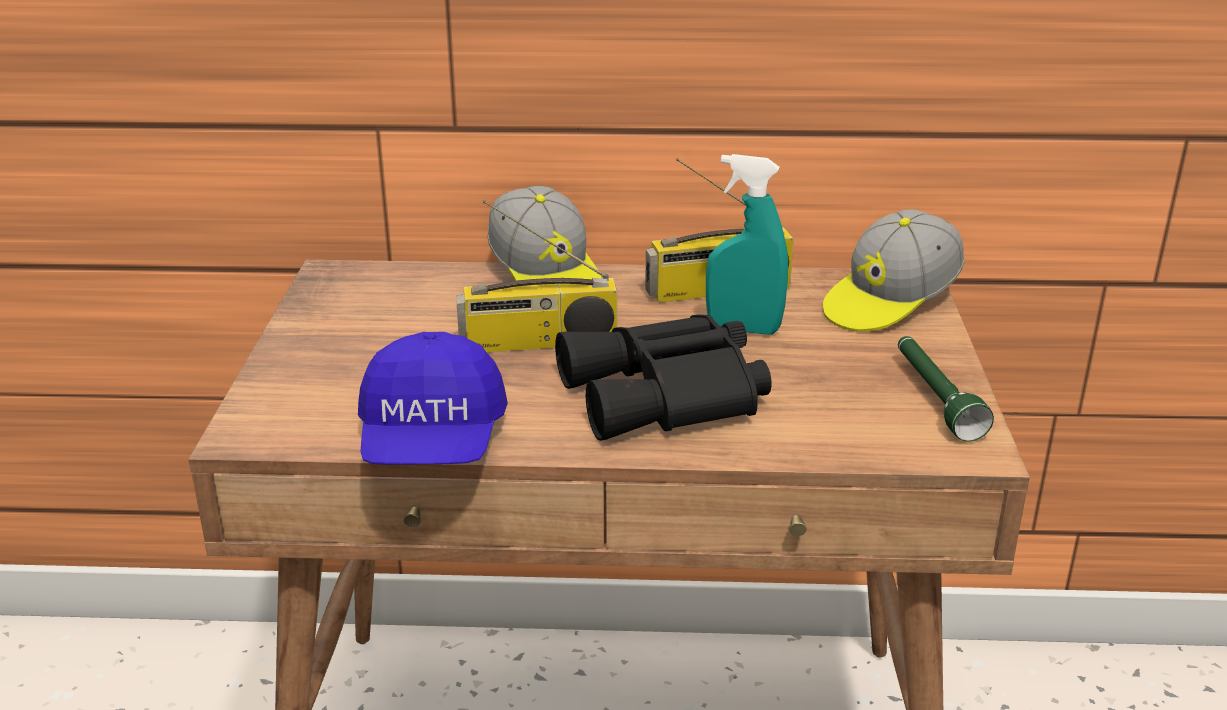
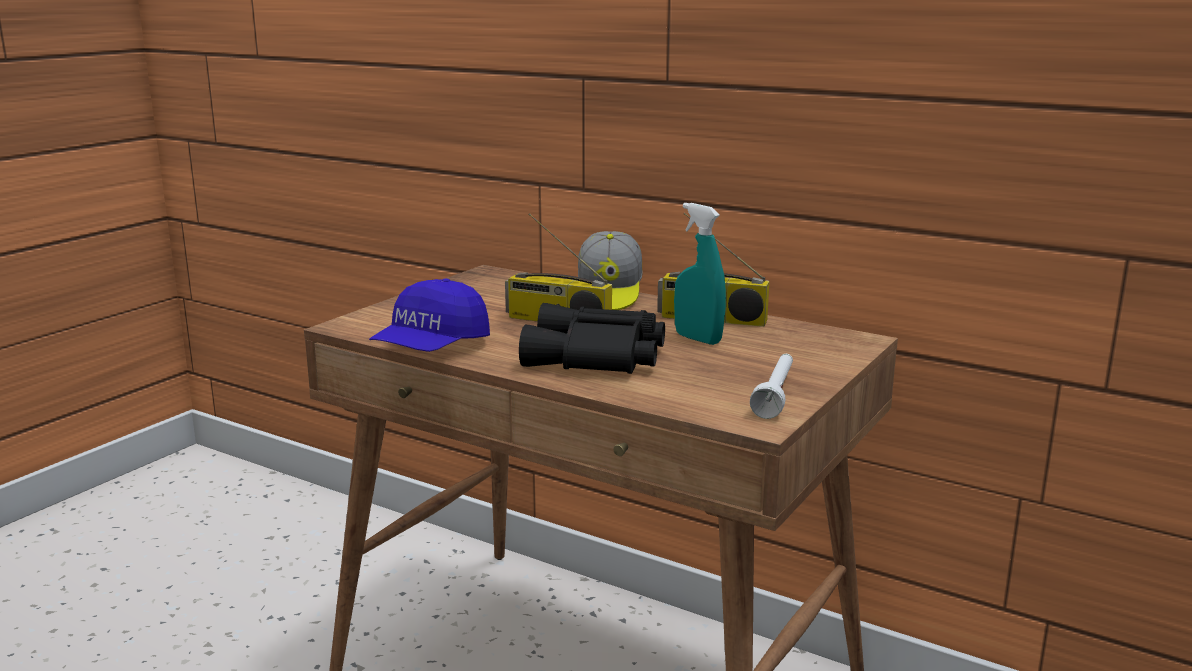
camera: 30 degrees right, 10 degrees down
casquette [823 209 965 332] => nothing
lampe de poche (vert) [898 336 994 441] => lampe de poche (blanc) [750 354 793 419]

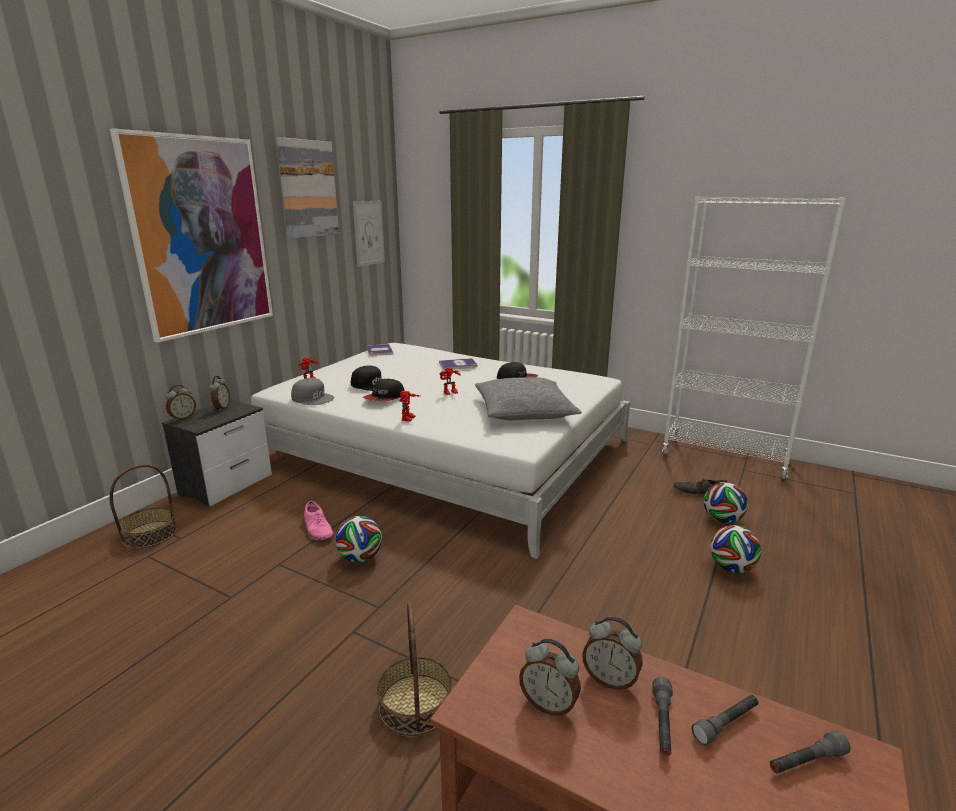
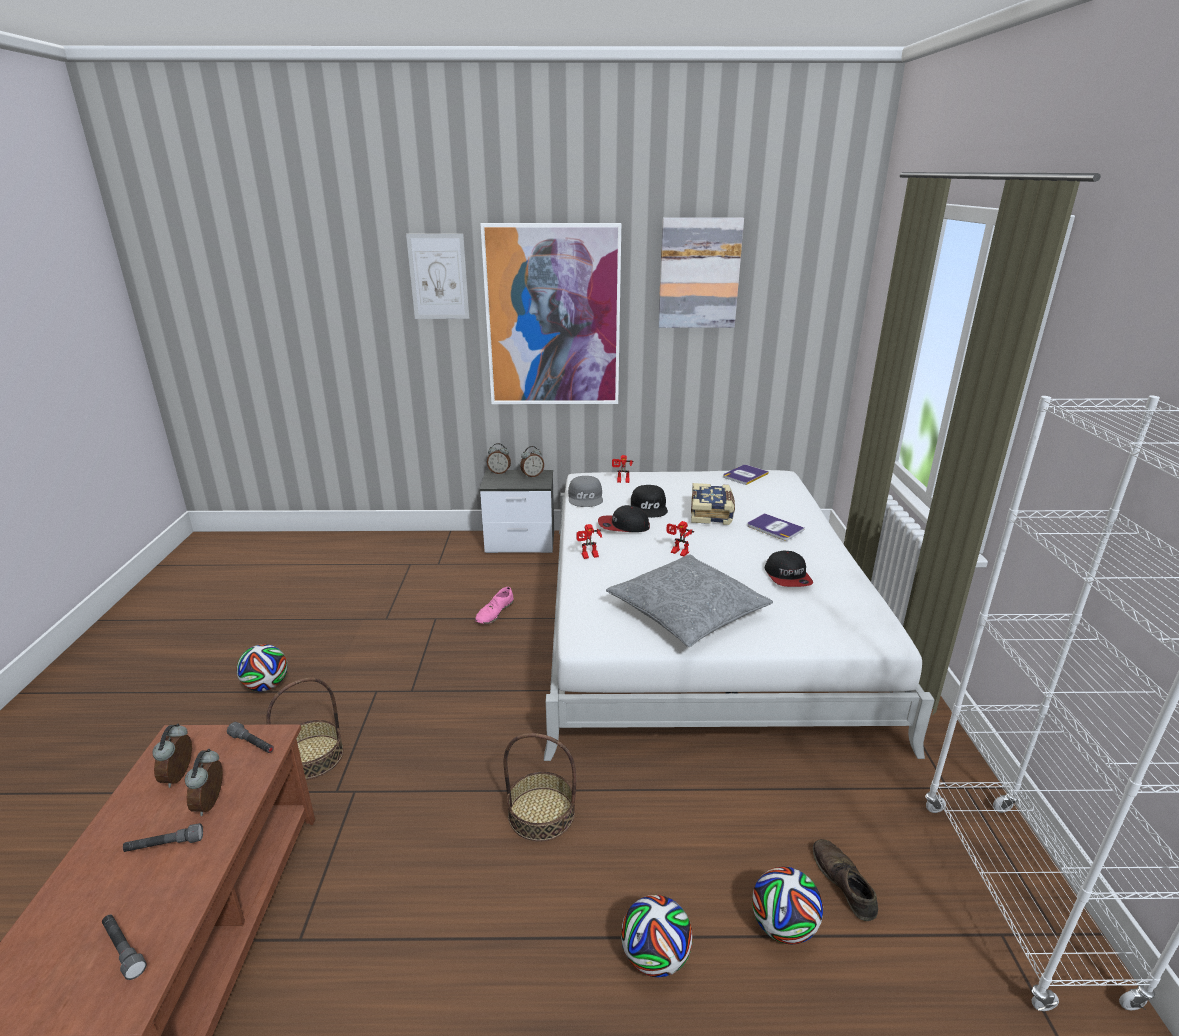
camera: 60 degrees right, 5 degrees up
panier [110 464 177 549] => panier [504 733 576 842], relocated
ballon de foot [336 516 382 563] => ballon de foot [236 644 288 691], relocated
tableau [353 201 385 267] => tableau [406 234 469 319], relocated
lampe de poche (gris) [692 695 758 745] => lampe de poche (gris) [227 722 274 753], relocated
nothing => livre [691 483 735 525]

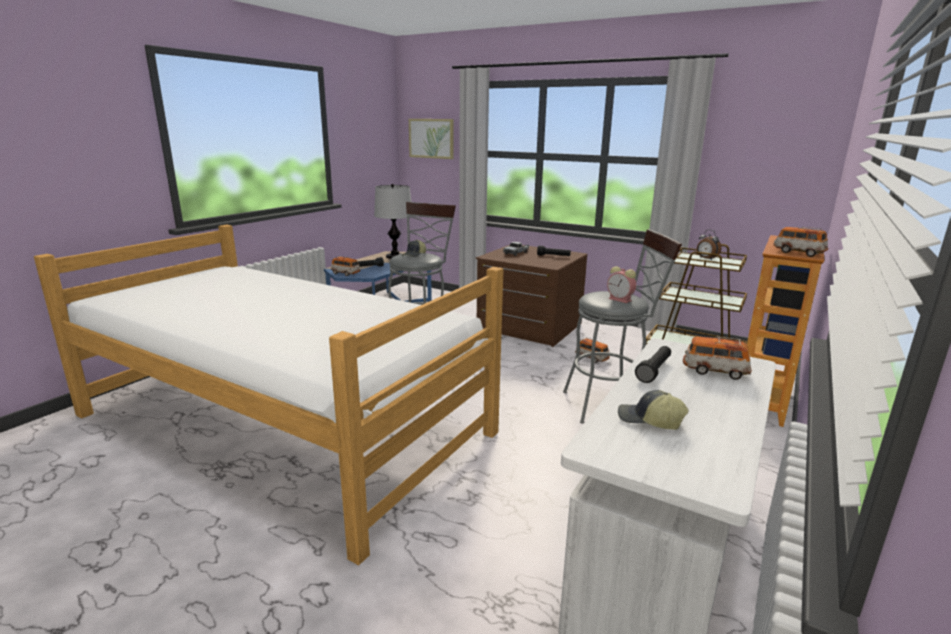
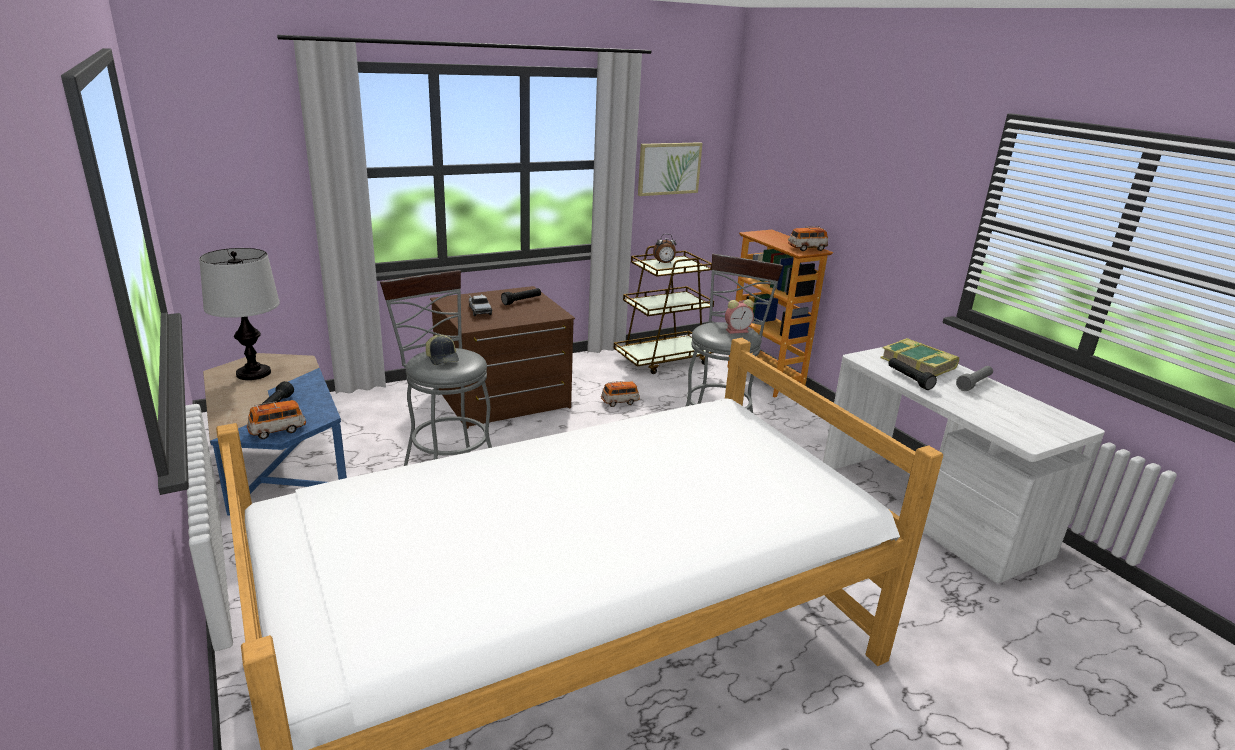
camera: 60 degrees left, 5 degrees up
tableau [409 119 454 159] => tableau [638 142 702 196], relocated
casquette [618 390 689 430] => nothing
petite voiture [683 337 752 380] => livre [880 338 959 376]
nothing => lampe de poche (gris) [956 366 993 391]

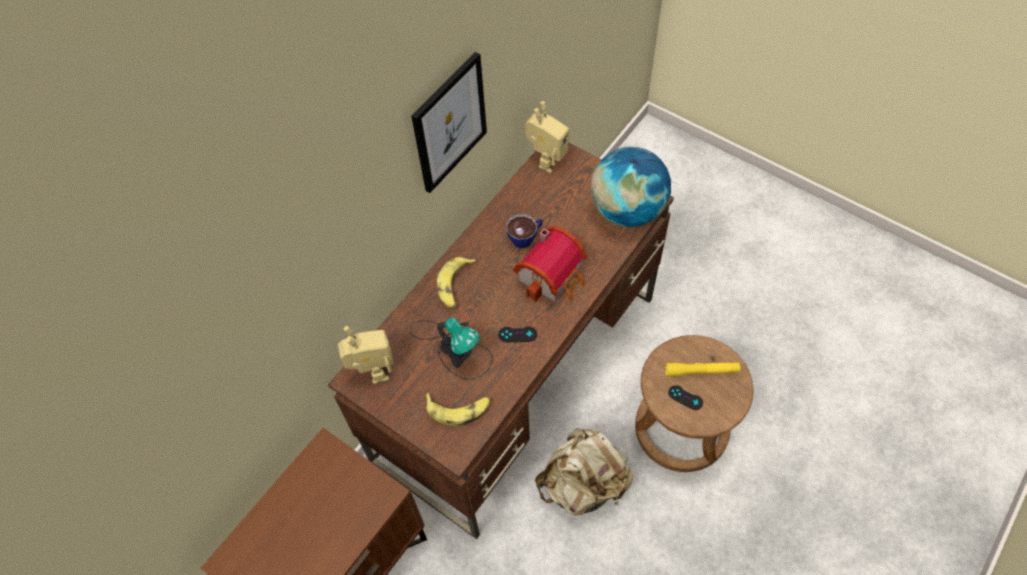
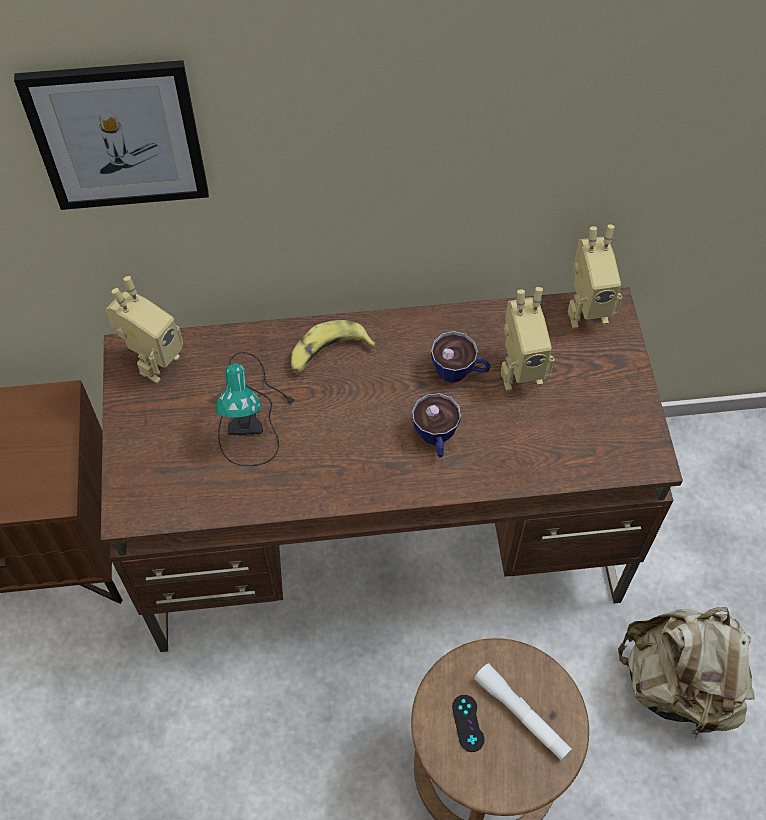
camera: 45 degrees right, 0 degrees up
tableau [411 52 487 193] => tableau [14 60 209 210], relocated
banane [425 392 490 426] => nothing
manette (noir) [498 326 537 342] => nothing
maison miniature [513 226 586 302] => tasse [412 393 461 457]
sac à dos (beige) [535 428 633 515] => sac à dos (beige) [618 607 755 740], relocated
globe [591 147 671 227] => nothing
lampe de poche (jaune) [666 362 740 377] => lampe de poche (blanc) [474 663 572 761]
nothing => robot jouet [501 287 555 391]

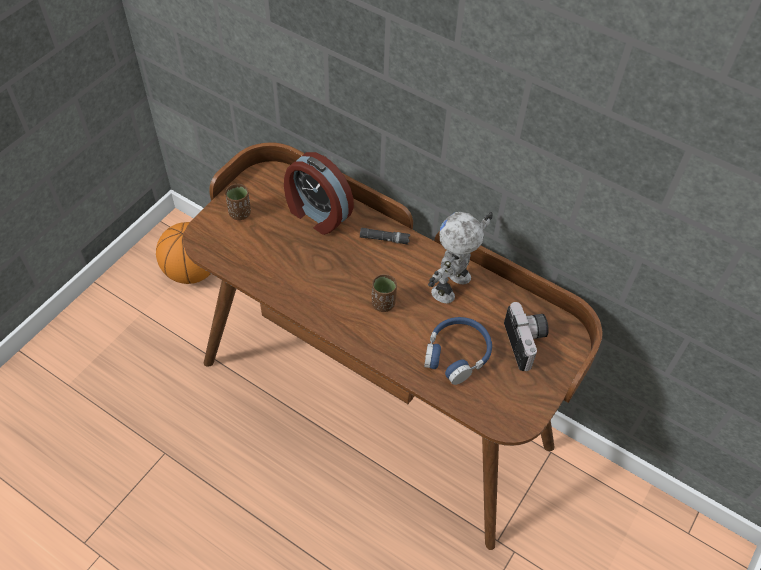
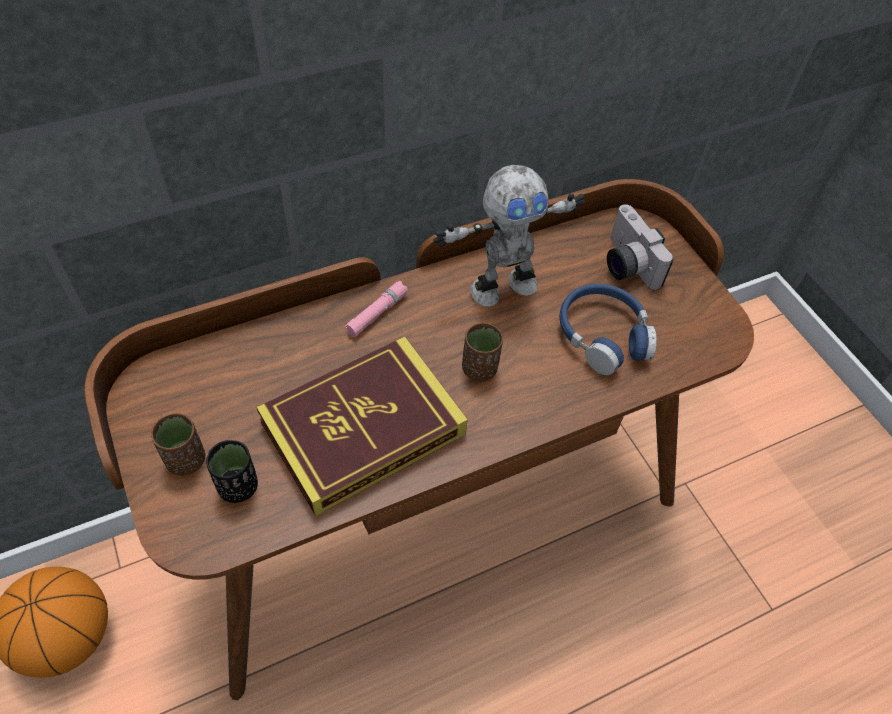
camera: 60 degrees left, 0 degrees up
réveil [284 152 354 235] => nothing
lampe de poche (noir) [360 228 410 245] => lampe de poche (rose) [345 281 408 337]
robot jouet [428 212 493 303] => robot jouet [433 165 584 307], 90 degrees counterclockwise
appareil photo [504 302 549 371] => appareil photo [607 204 674 290], 135 degrees counterclockwise
nothing => tasse (noir) [205 440 258 503]
nothing => livre [256 337 468 516]

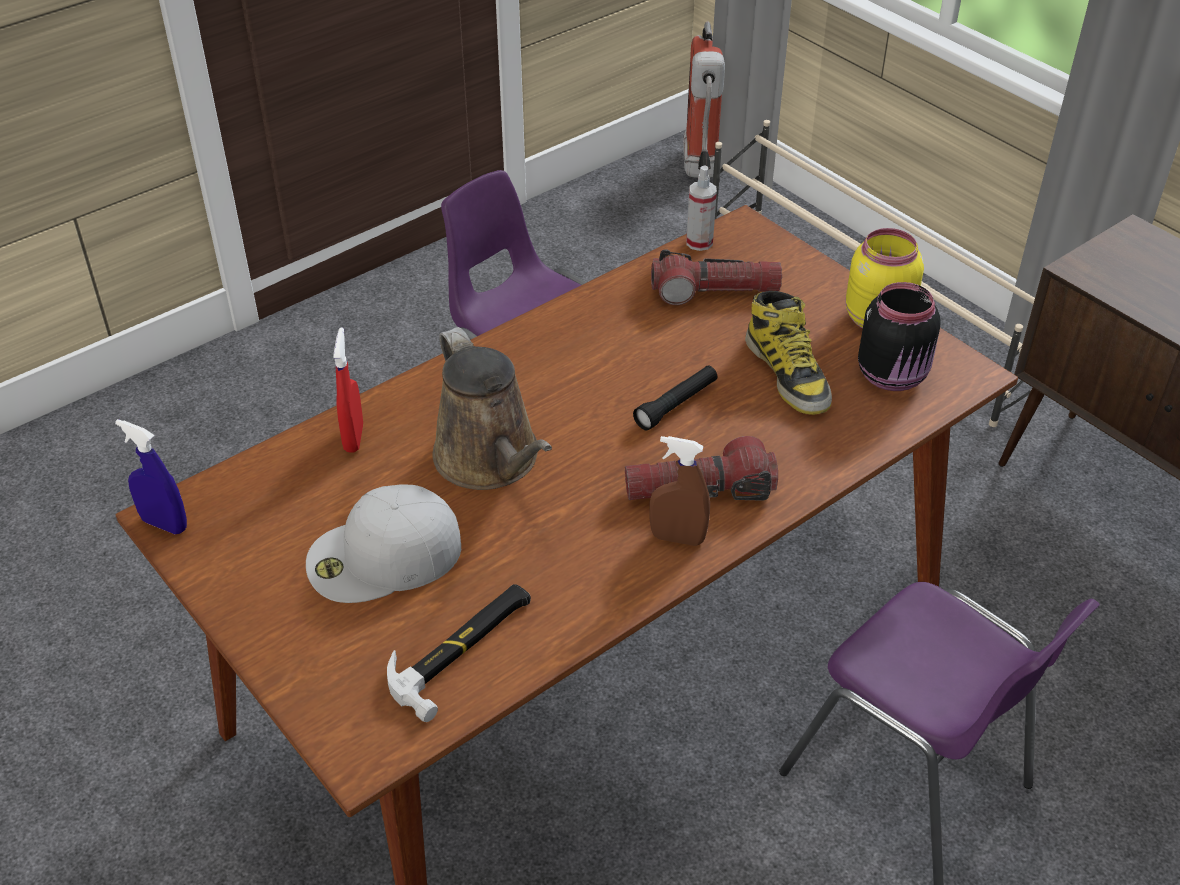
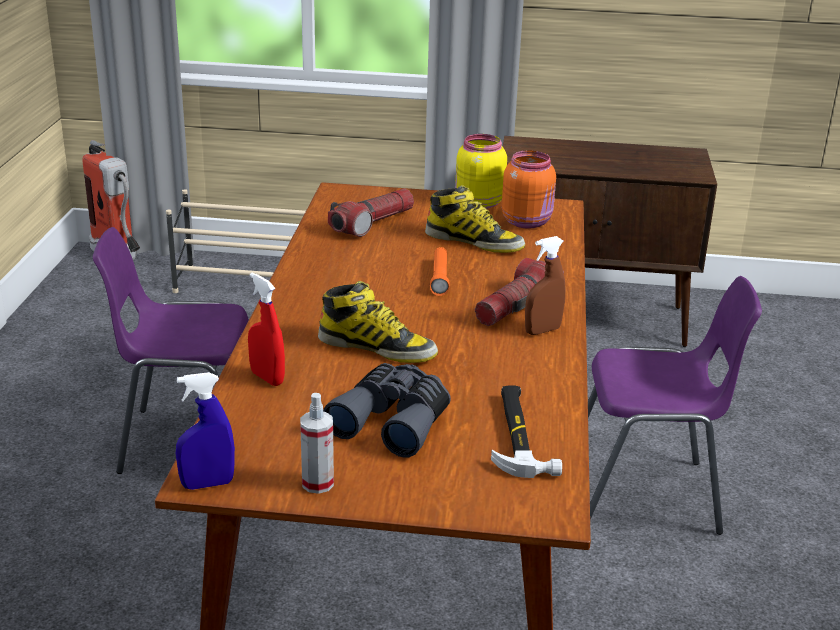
camera: 45 degrees left, 15 degrees down
casquette (blanc) [306 484 461 603] => jumelles (gris) [323 363 451 458]
arrosoir (marron) [432 327 552 490] => botte [318 281 438 363]
lampe de poche (noir) [633 366 717 431] => lampe de poche (orange) [430 247 450 296]
vaporisateur [686 165 717 251] => vaporisateur [300 393 334 494], relocated
bocal (noir) [858 282 941 391] => bocal (orange) [502 150 556 229]

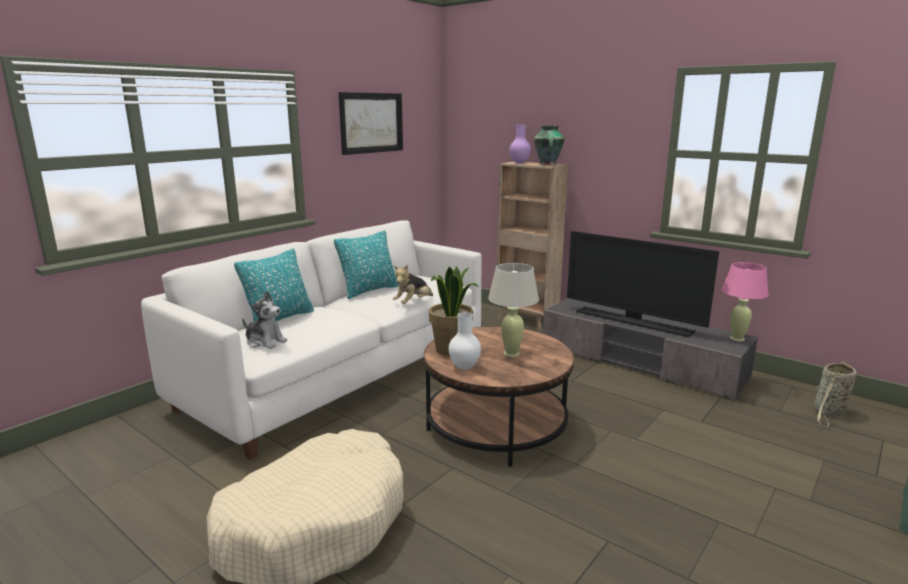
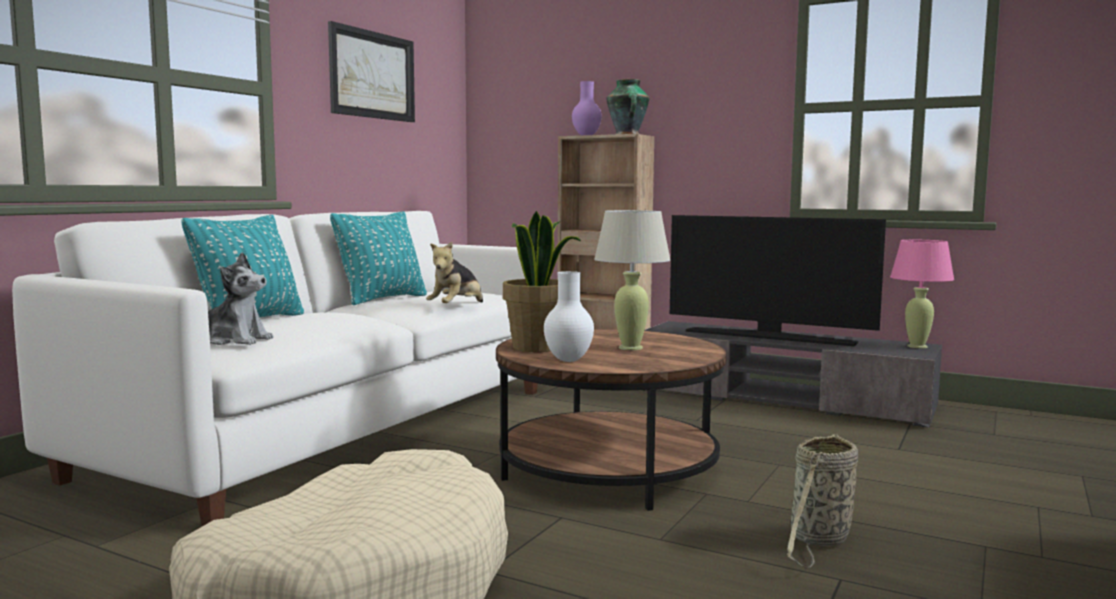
camera: 10 degrees left, 10 degrees down
panier [814 361 857 427] => panier [787 434 858 568], relocated

